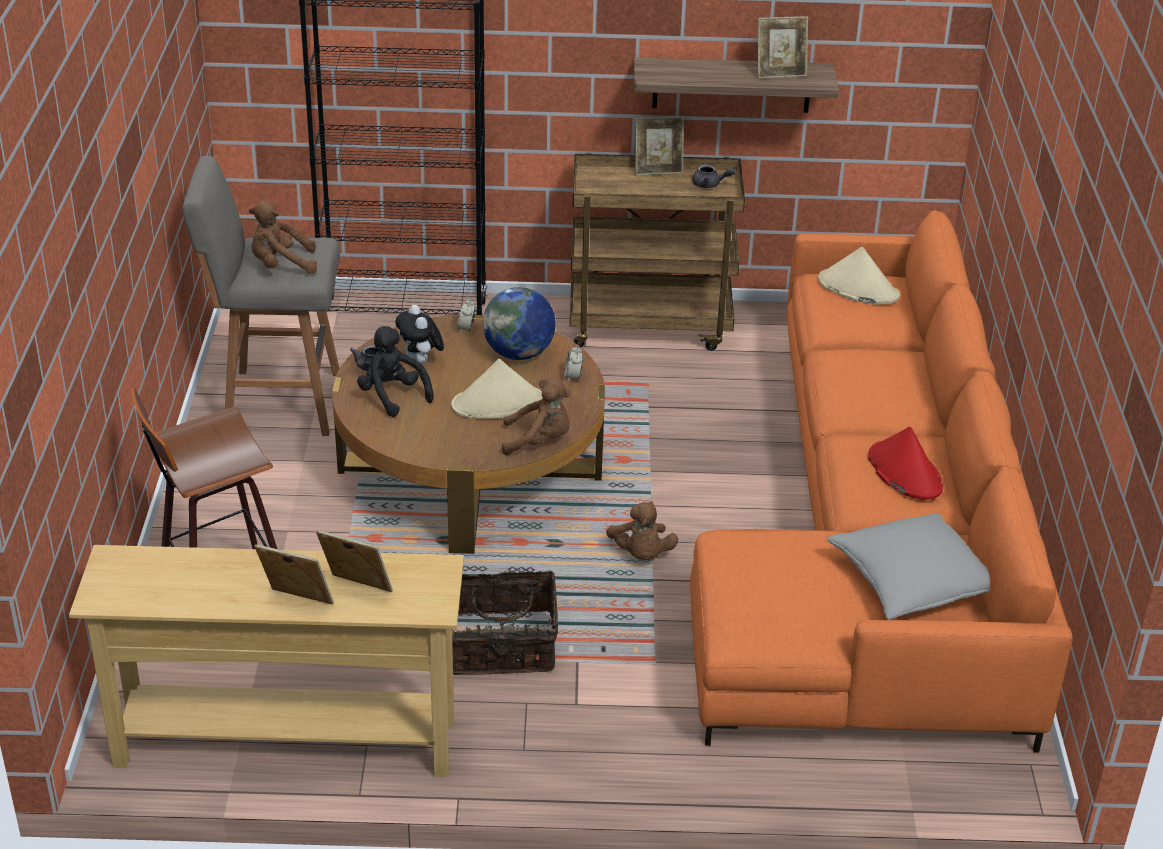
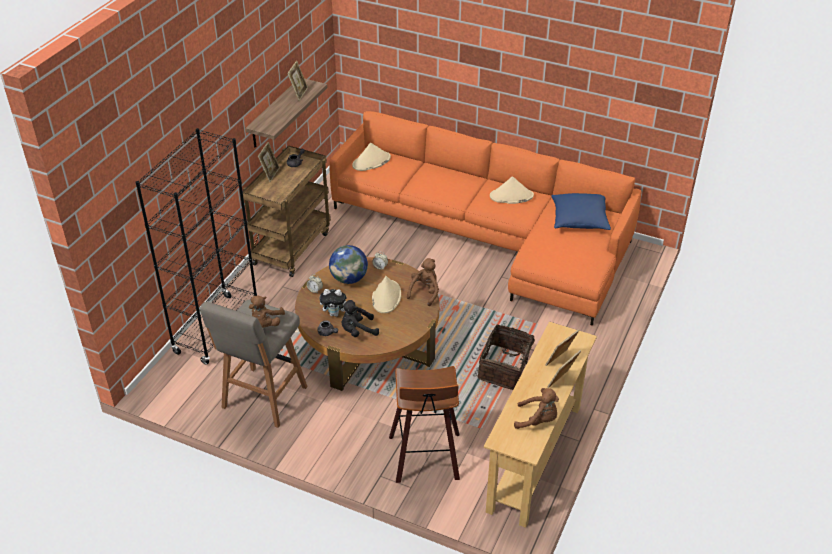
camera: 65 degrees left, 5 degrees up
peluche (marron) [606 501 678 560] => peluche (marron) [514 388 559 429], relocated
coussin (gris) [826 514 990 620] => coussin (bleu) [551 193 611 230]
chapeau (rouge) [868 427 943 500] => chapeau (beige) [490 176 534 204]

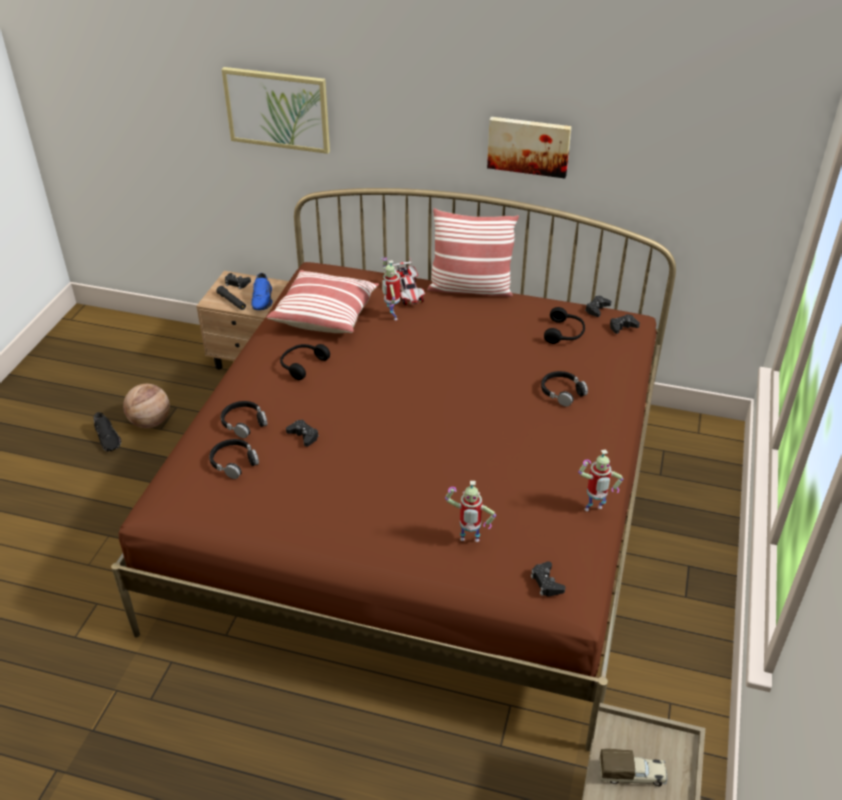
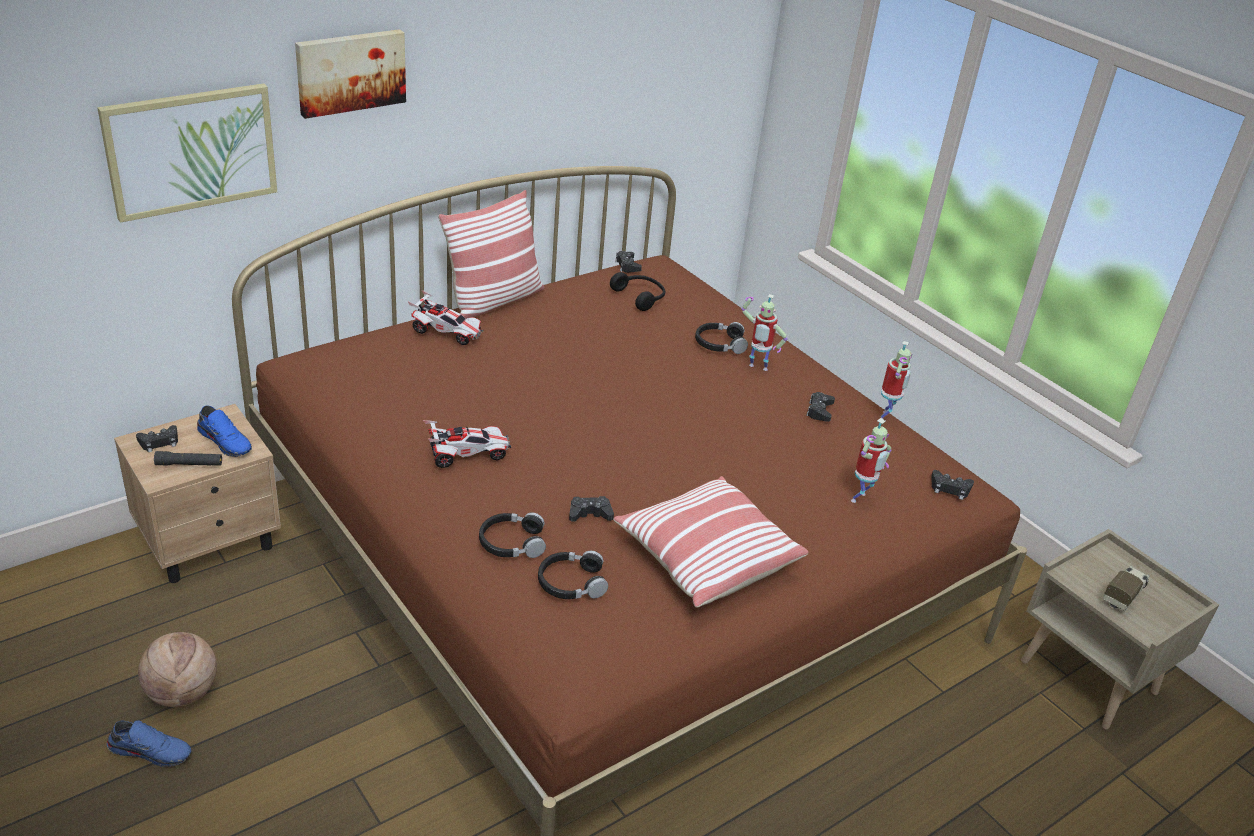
camera: 55 degrees left, 5 degrees down
chaussure (noir) [94 412 121 452] => chaussure (bleu) [107 720 191 767]
coussin [267 270 379 333] => coussin [614 476 808 608], relocated
casque audio (noir) [280 344 330 380] => petite voiture [423 420 511 468]
robot jouet [381 257 400 320] => robot jouet [741 294 788 371], relocated
tableau [487 117 572 178] => tableau [295 29 406 119], relocated
manette (noir) [610 314 640 334] => manette (noir) [806 392 835 422], relocated

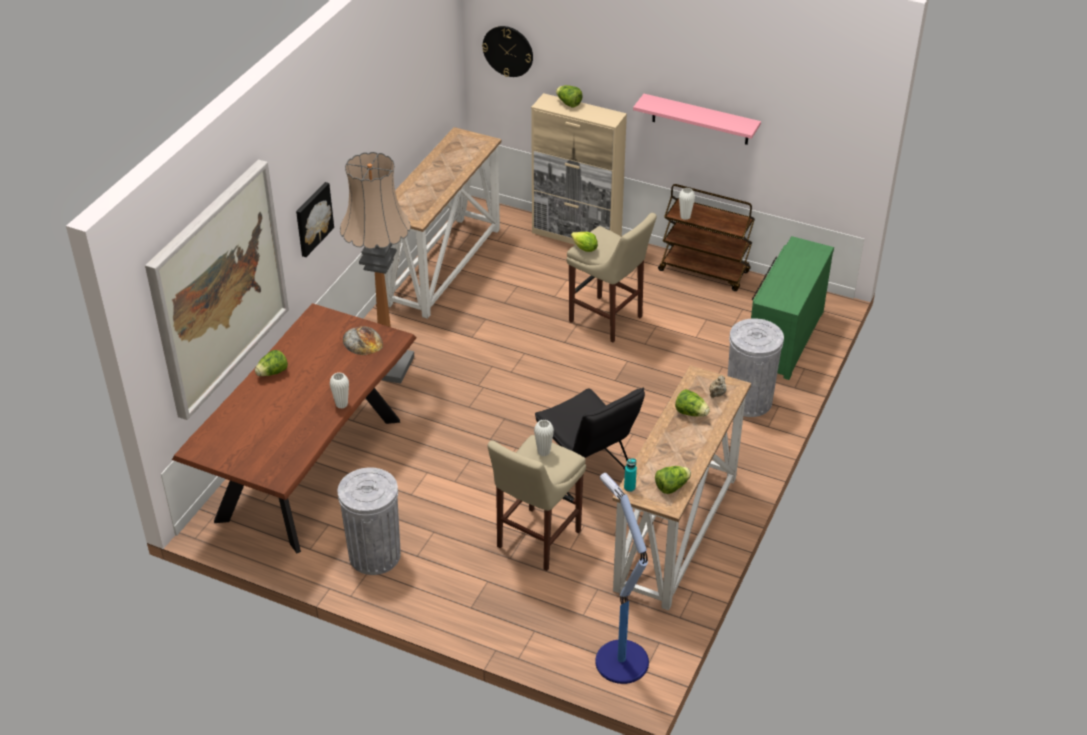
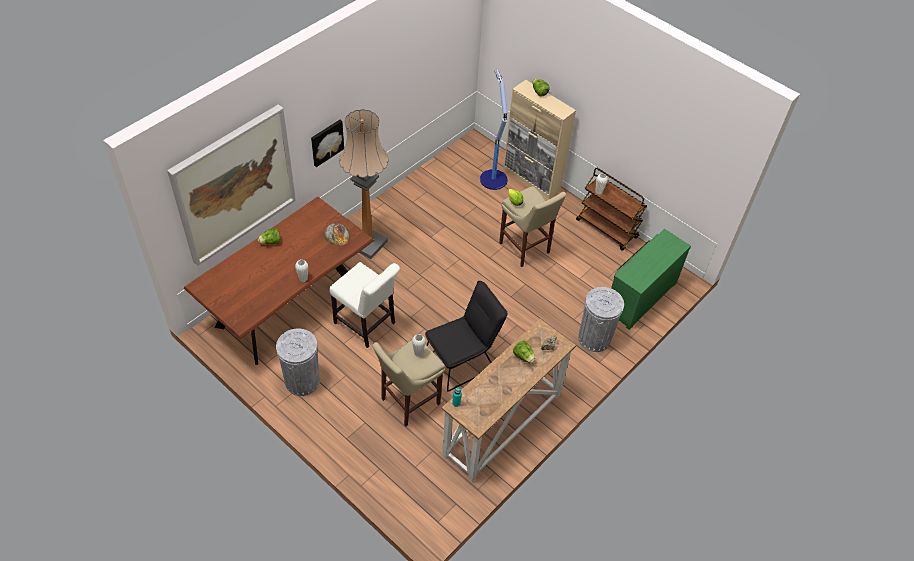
camera: 15 degrees right, 10 degrees up
table console [384 127 502 319] => nothing
horloge murale [482 26 533 77] => nothing
chaise (noir) [535 387 645 498] => chaise (noir) [425 281 508 392], 105 degrees counterclockwise
lampadaire [595 473 649 684] => lampadaire [480 70 508 190], relocated
étagère (rose) [633 94 761 145] => nothing
laitue [655 466 691 494] => nothing
nothing => chaise (blanc) [329 262 400 348]

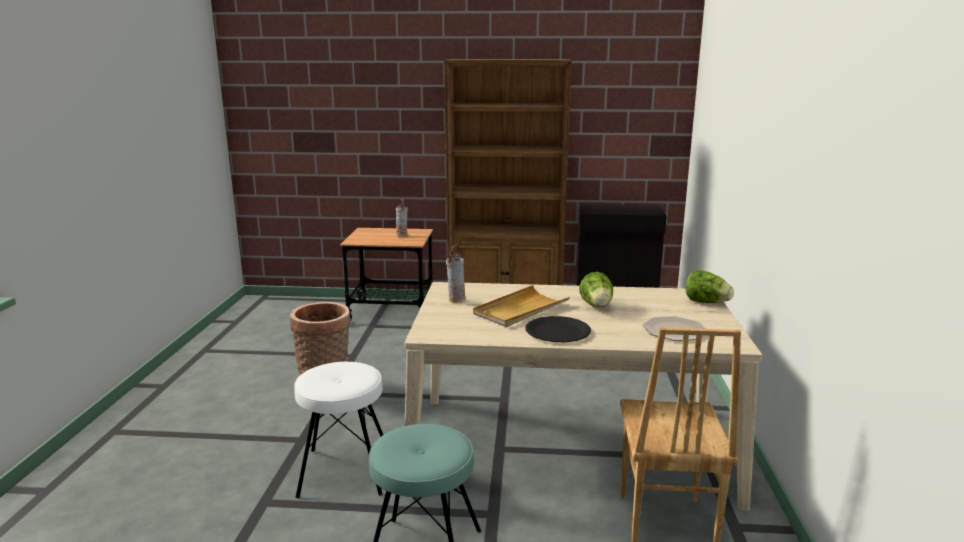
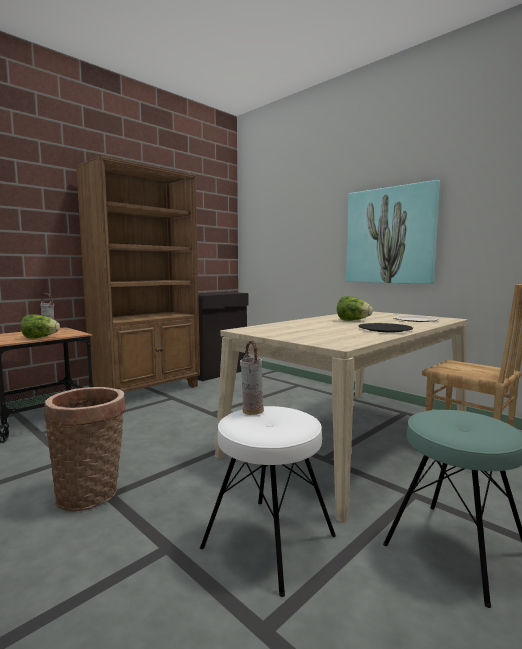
camera: 50 degrees left, 10 degrees down
vase [446 244 466 303] => vase [240 341 264 415], relocated
plateau (beige) [473 285 570 327] => nothing
laitue [686 270 734 303] => laitue [21 314 60 339], relocated
nothing => tableau [346 180 440 284]

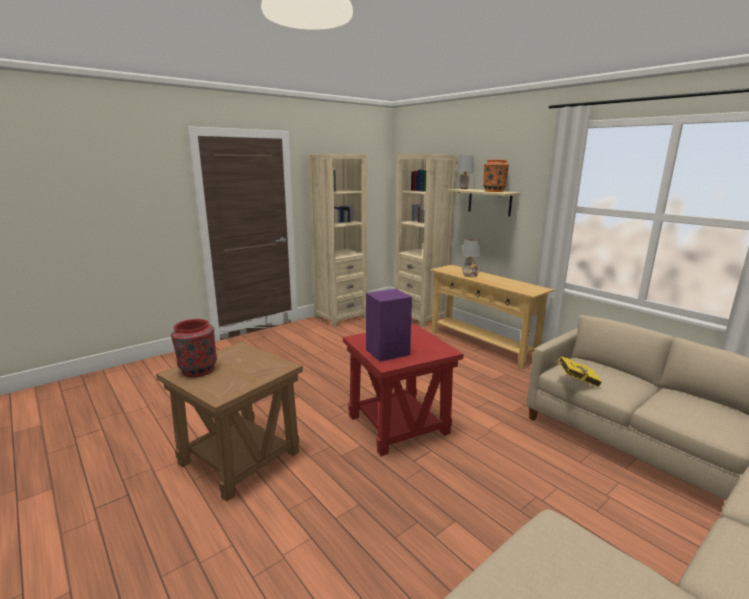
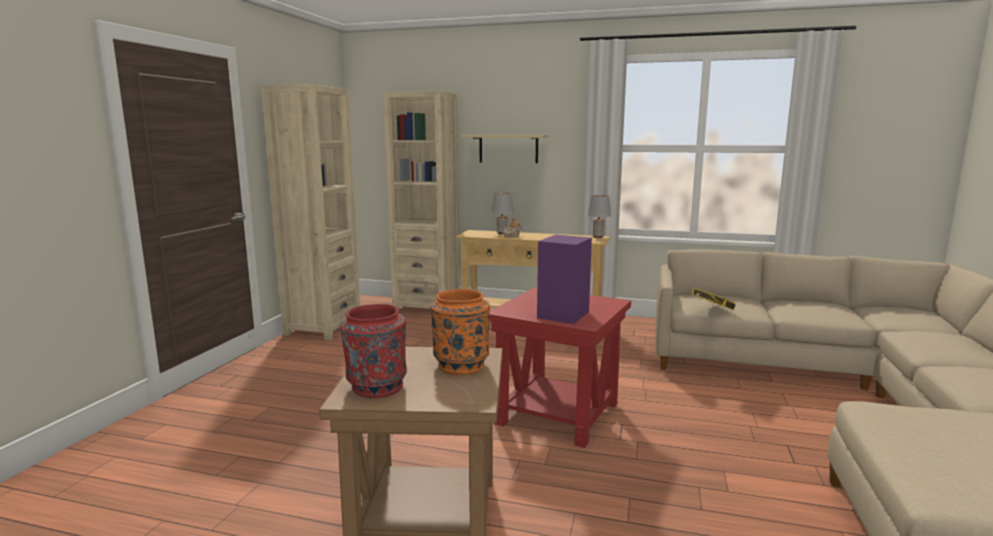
camera: 35 degrees left, 5 degrees down
lampe de table (gris) [456 155 474 189] => lampe de table (gris) [588 195 611 238], relocated
vase (orange) [483 160 509 192] => vase (orange) [430 289 490 375], relocated

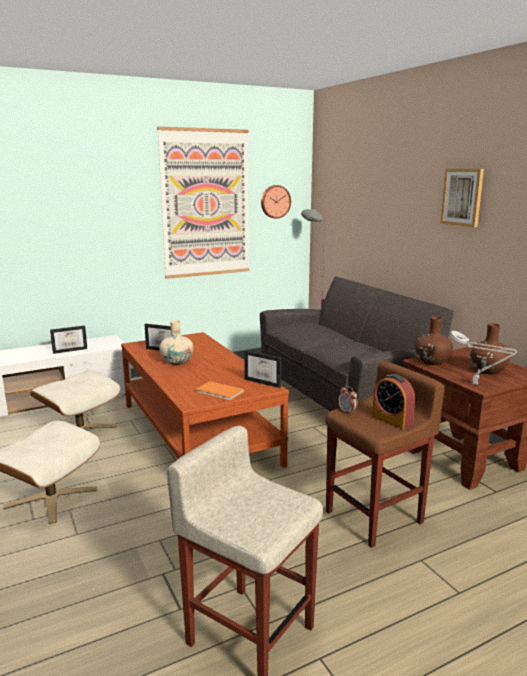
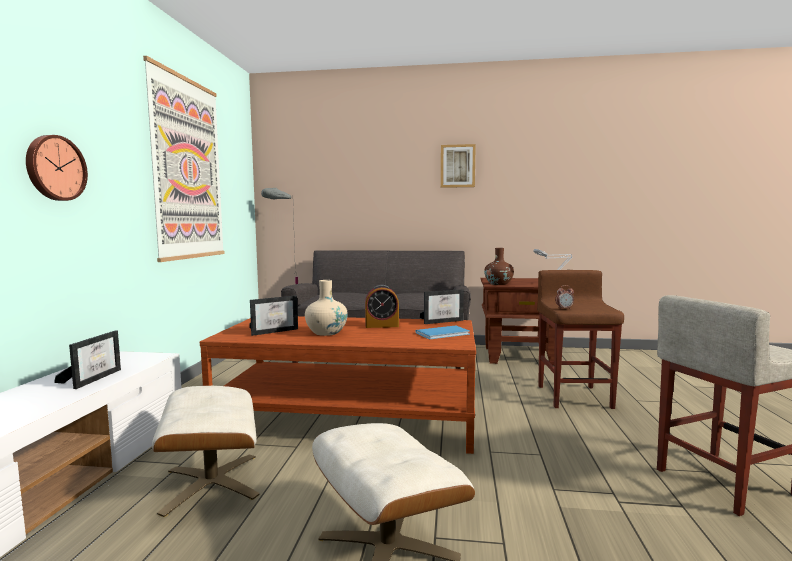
camera: 55 degrees left, 10 degrees down
livre (orange) [196 381 245 401] => livre (bleu) [415 325 470 339]
horloge murale [261 185 291 219] => horloge murale [26 135 88 201], relocated
réveil [372 374 415 429] => réveil [365 285 399 328], relocated
vase (marron) [470 323 511 374] => nothing

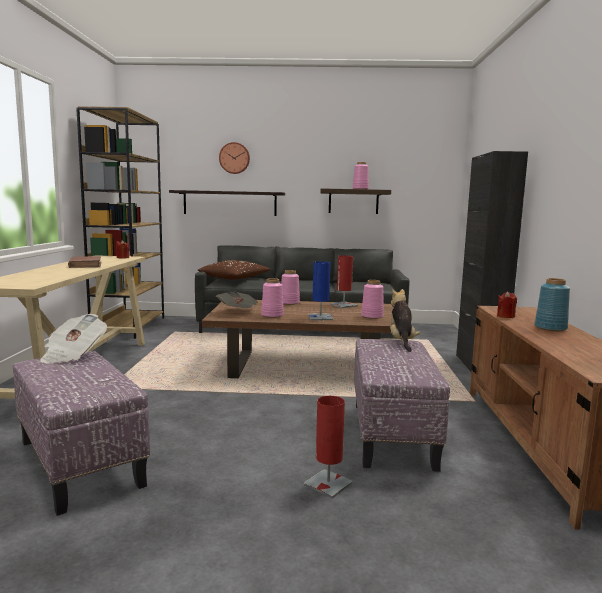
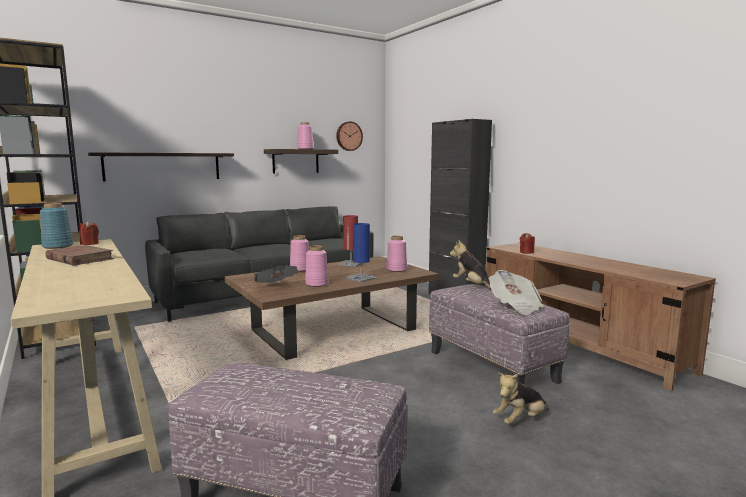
camera: 35 degrees left, 0 degrees up
journal [40 314 107 363] => journal [489 270 544 315], relocated
coussin (marron) [197 260 270 279] => nothing
horloge murale [219 142 250 174] => horloge murale [336 122 363 151], relocated
lampe de table (rouge) [304 396 353 499] => peluche [493 372 549 425]
vase (bleu) [534 278 570 331] => vase (bleu) [40 203 73 249], relocated

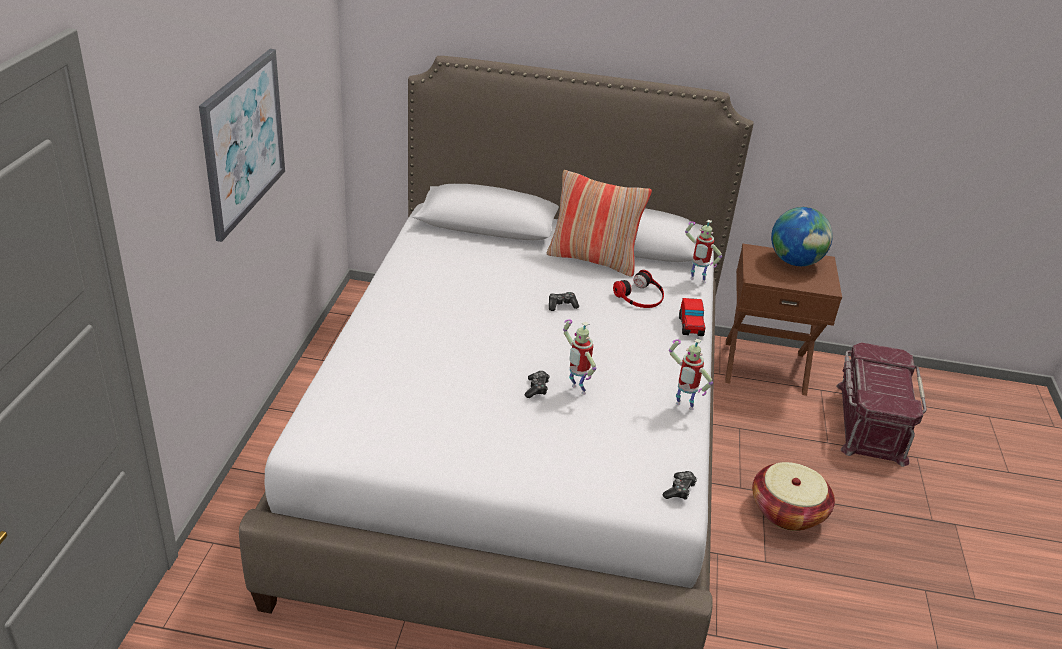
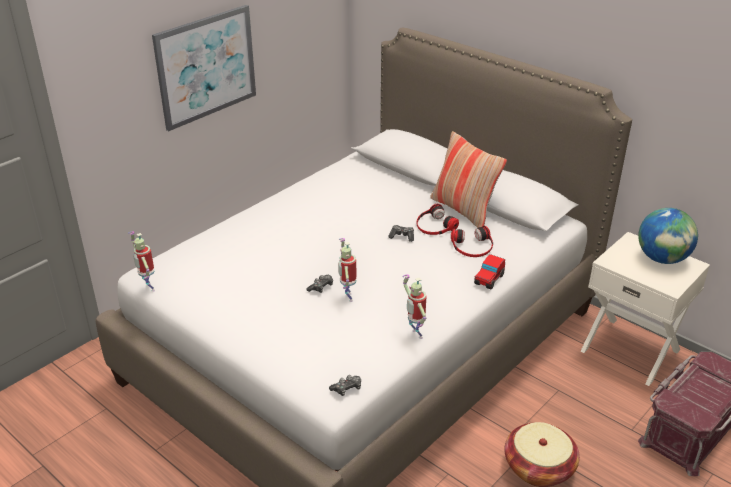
camera: 35 degrees right, 0 degrees up
robot jouet [685 220 722 283] => robot jouet [128 231 155 292], relocated
table de chevet (marron) [726 244 842 396] => table de chevet (blanc) [580 232 710 386]
nothing => casque audio [417 204 459 235]

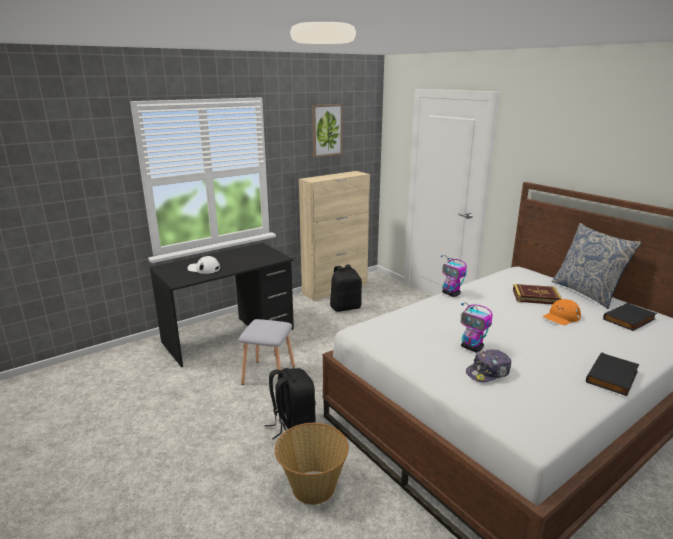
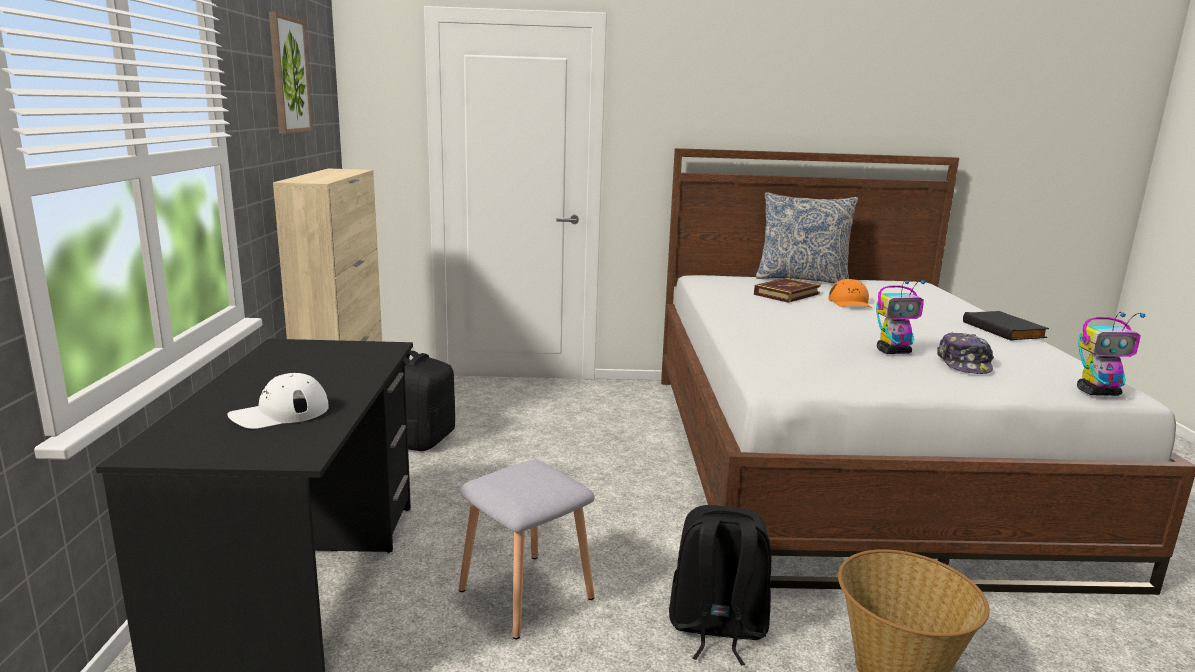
camera: 55 degrees left, 5 degrees down
robot jouet [441 255 467 297] => robot jouet [1077 312 1145 396], relocated
livre (noir) [603 303 657 331] => nothing

